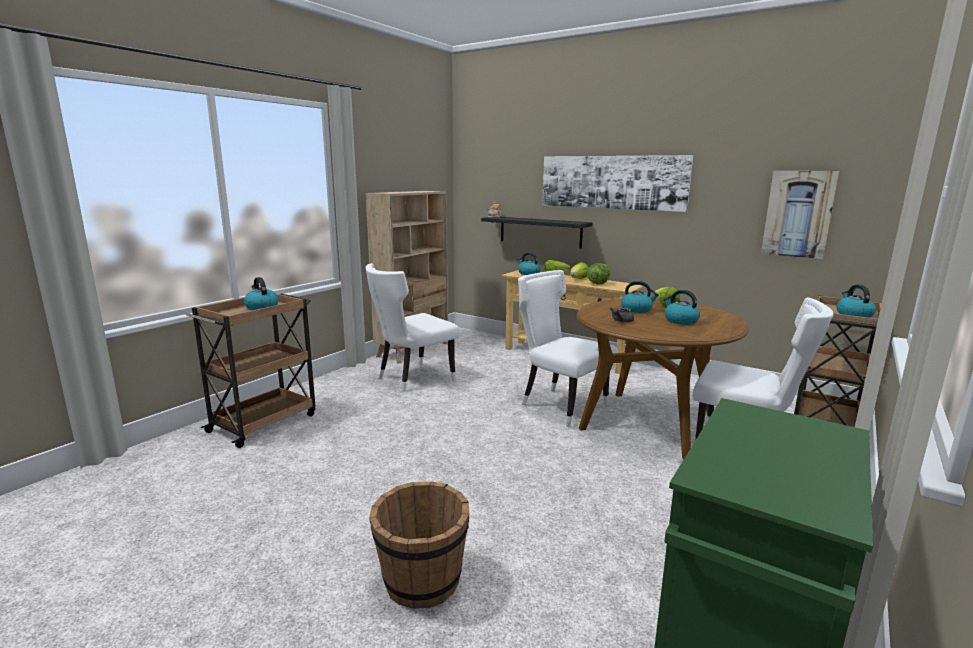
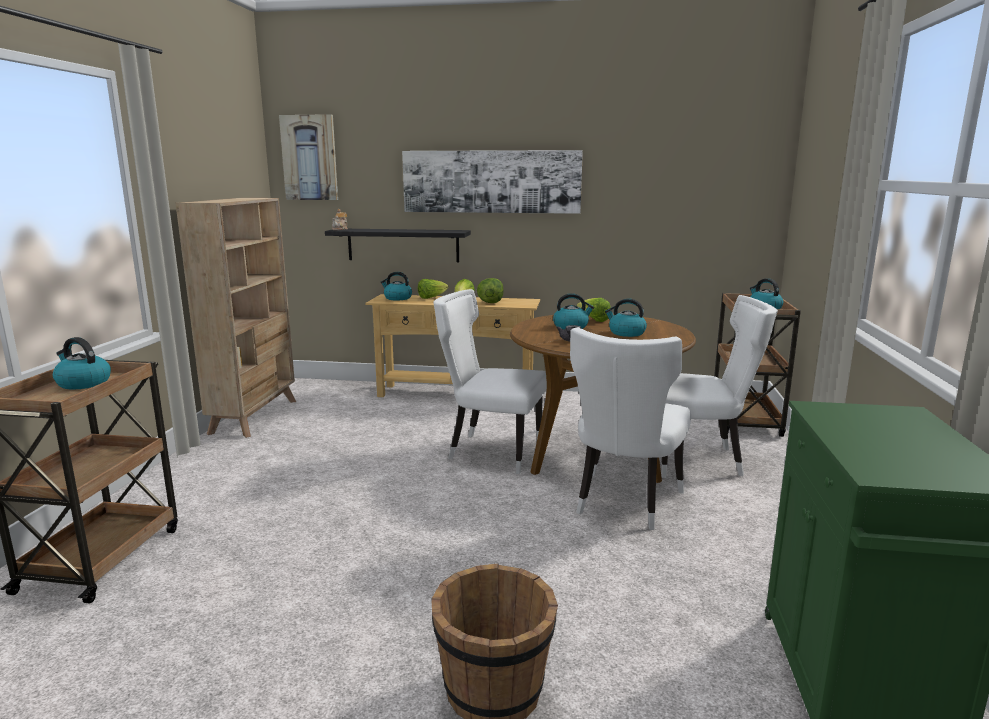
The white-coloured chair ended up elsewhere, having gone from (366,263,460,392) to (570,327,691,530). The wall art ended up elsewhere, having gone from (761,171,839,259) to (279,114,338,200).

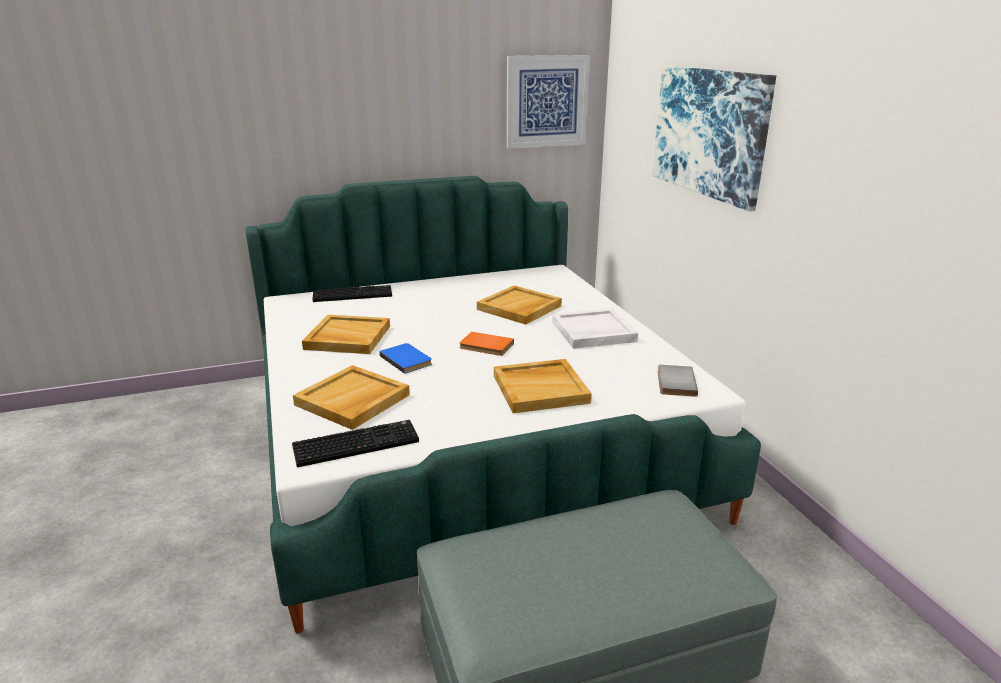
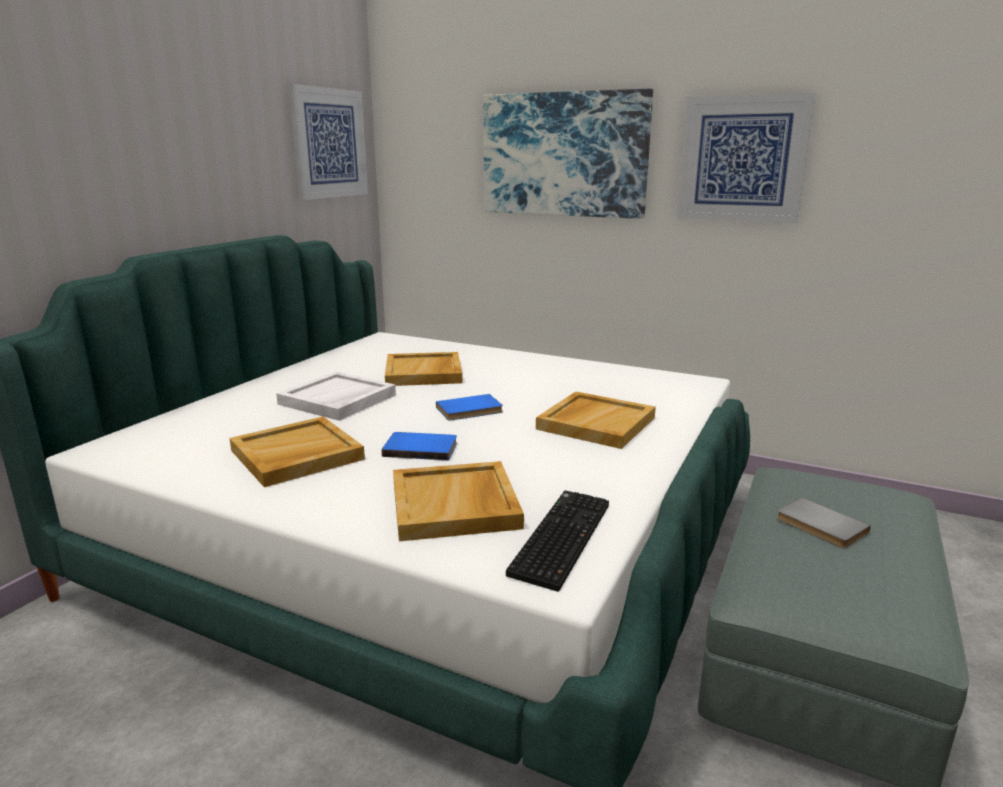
The second view lost the keyboard at (312,285,392,302). The second view gained the wall art at (677,93,816,223). The white-coloured tray ended up elsewhere, having gone from (552,309,638,349) to (276,372,396,421). The gray bound book ended up elsewhere, having gone from (658,365,698,397) to (777,498,871,548). What was the orangey bound book at (460,332,514,356) turned into the blue-coloured bound book at (436,394,503,421).

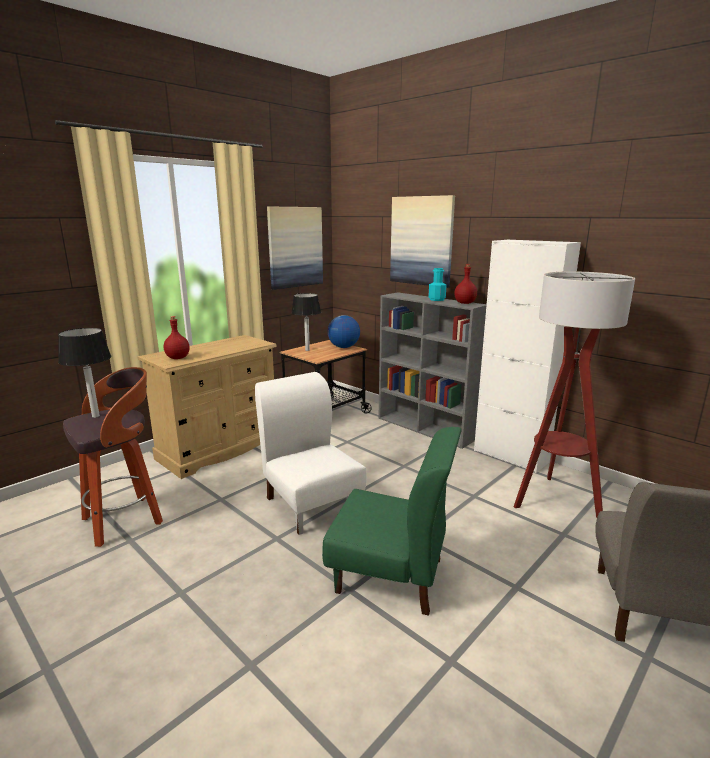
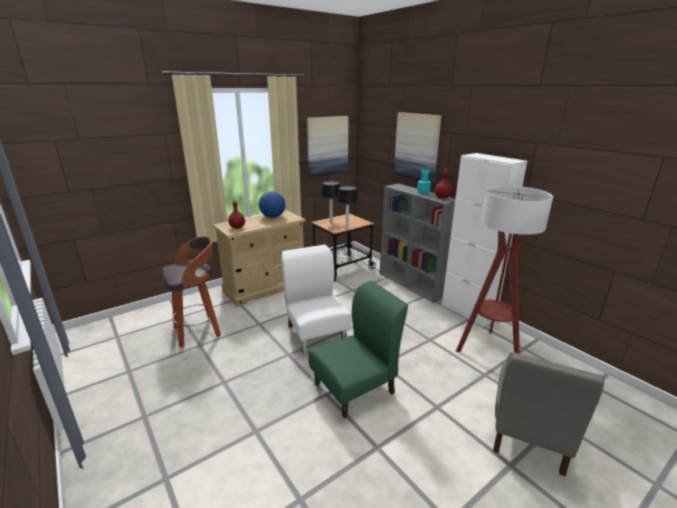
The table lamp ended up elsewhere, having gone from (58,328,111,418) to (337,186,359,229). The desk globe ended up elsewhere, having gone from (328,315,360,348) to (259,191,286,218). The green chair at (322,427,462,616) ended up facing another way, 60 degrees counterclockwise from before.

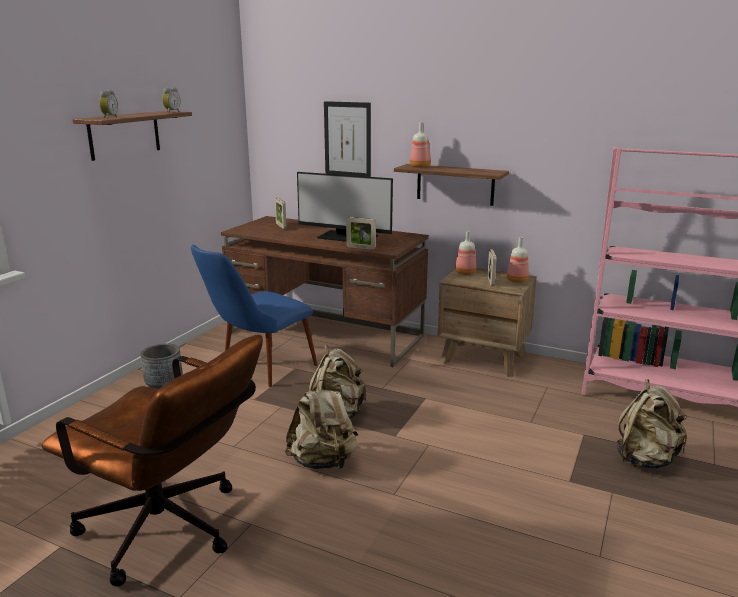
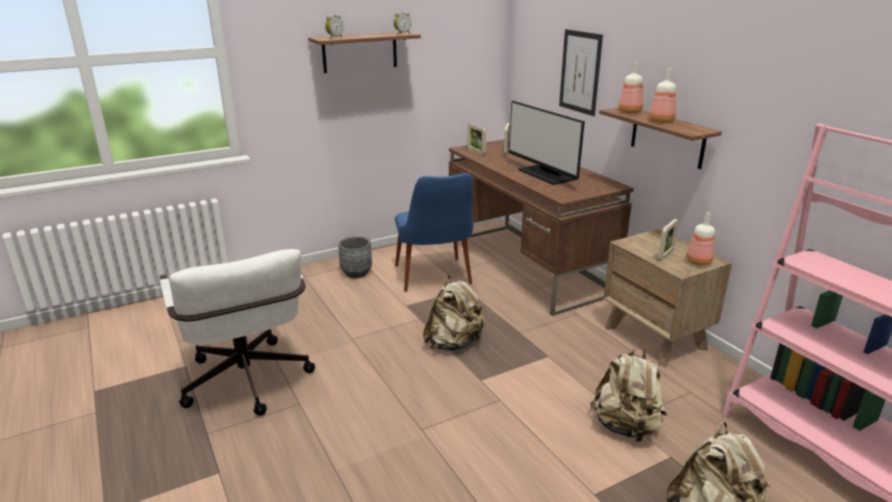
The beige-coloured backpack ended up elsewhere, having gone from (285,379,358,470) to (590,346,667,442). The standing frame ended up elsewhere, having gone from (346,217,376,250) to (467,124,486,155). The beverage bottle ended up elsewhere, having gone from (455,231,477,275) to (649,68,676,123). What was the brown computer chair at (42,335,263,587) turned into the white-coloured computer chair at (160,249,315,416). The blue-coloured chair at (191,245,318,387) ended up facing another way, 90 degrees counterclockwise from before.

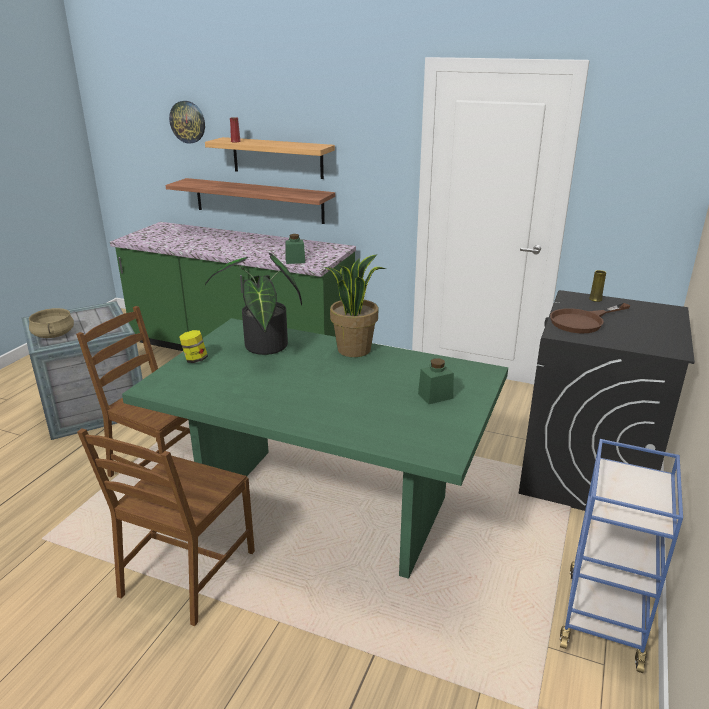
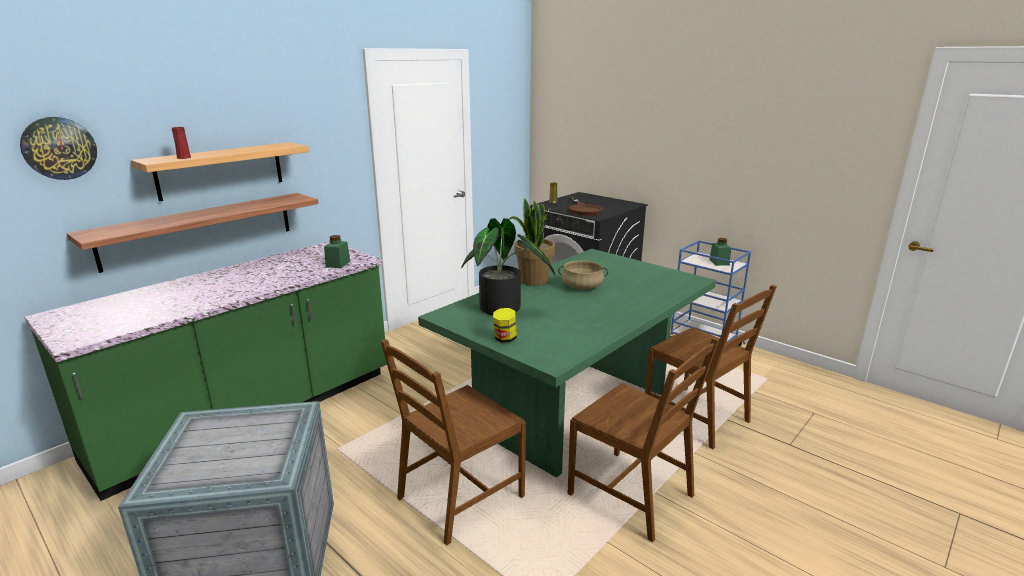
The second view gained the brown chair at (645,285,777,449). The beige-coloured cooking pot ended up elsewhere, having gone from (29,308,74,338) to (558,260,608,290). The green preserve jar ended up elsewhere, having gone from (418,358,454,404) to (709,238,731,266).

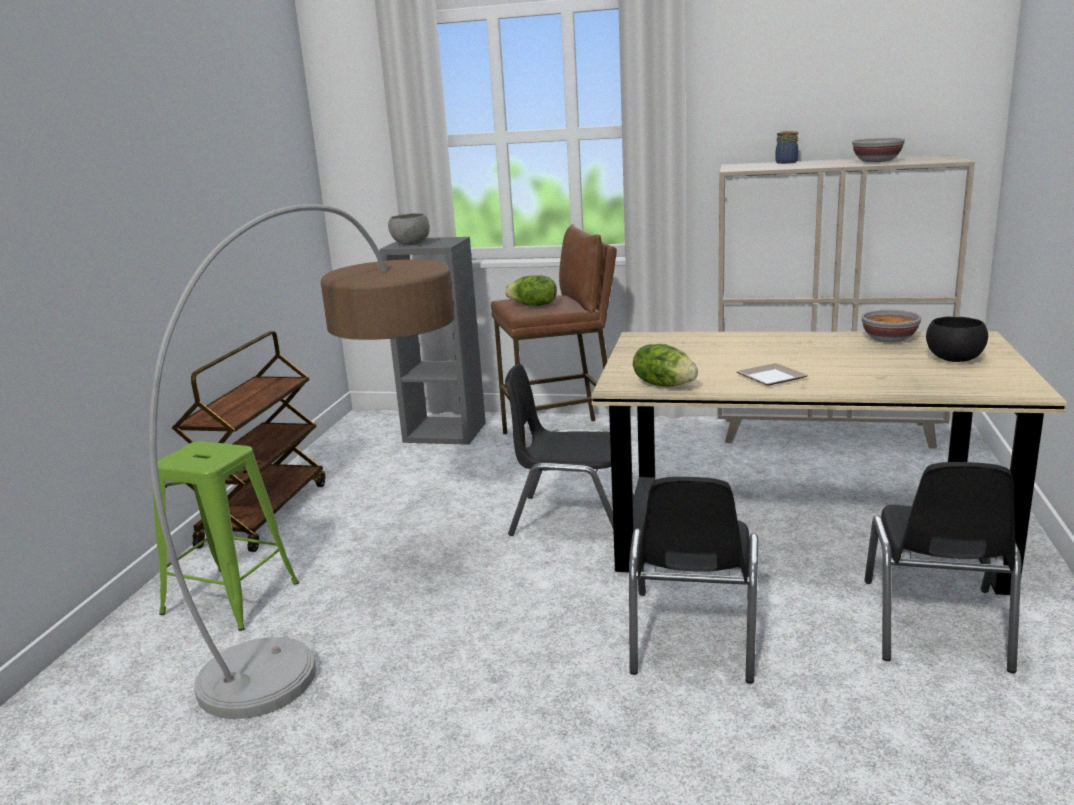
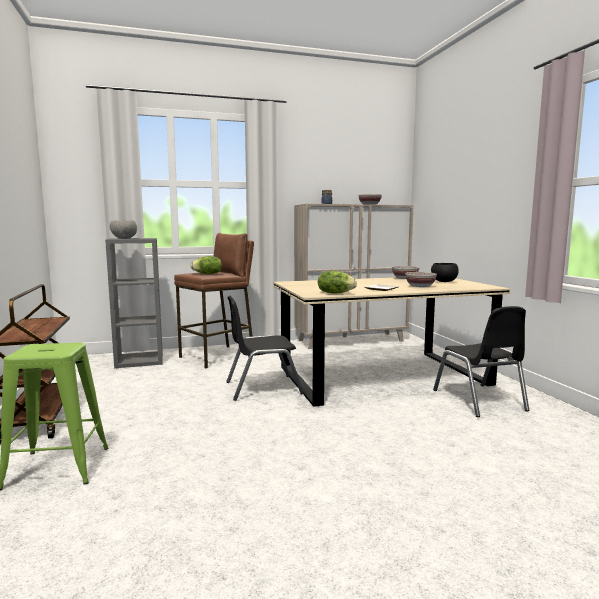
The second view lost the floor lamp at (149,204,454,719). The second view lost the black-coloured chair at (629,477,758,683). The second view gained the bowl at (405,272,437,287).

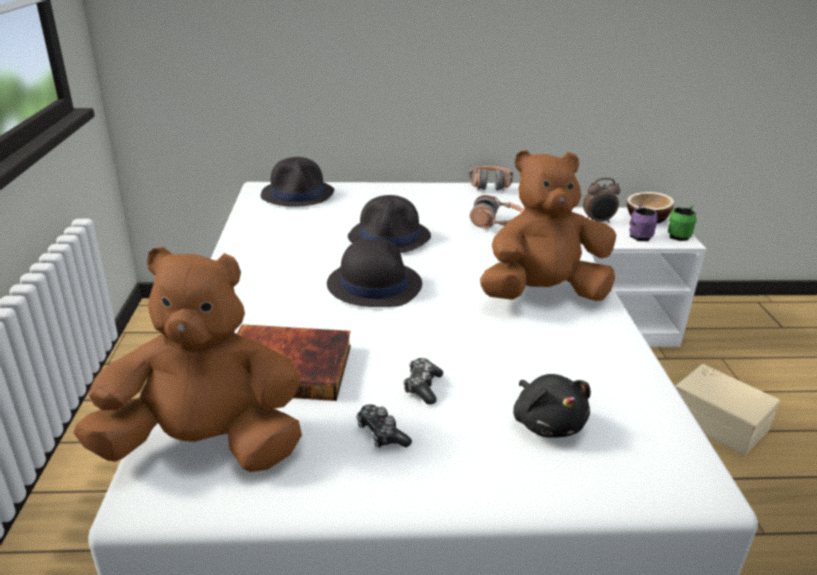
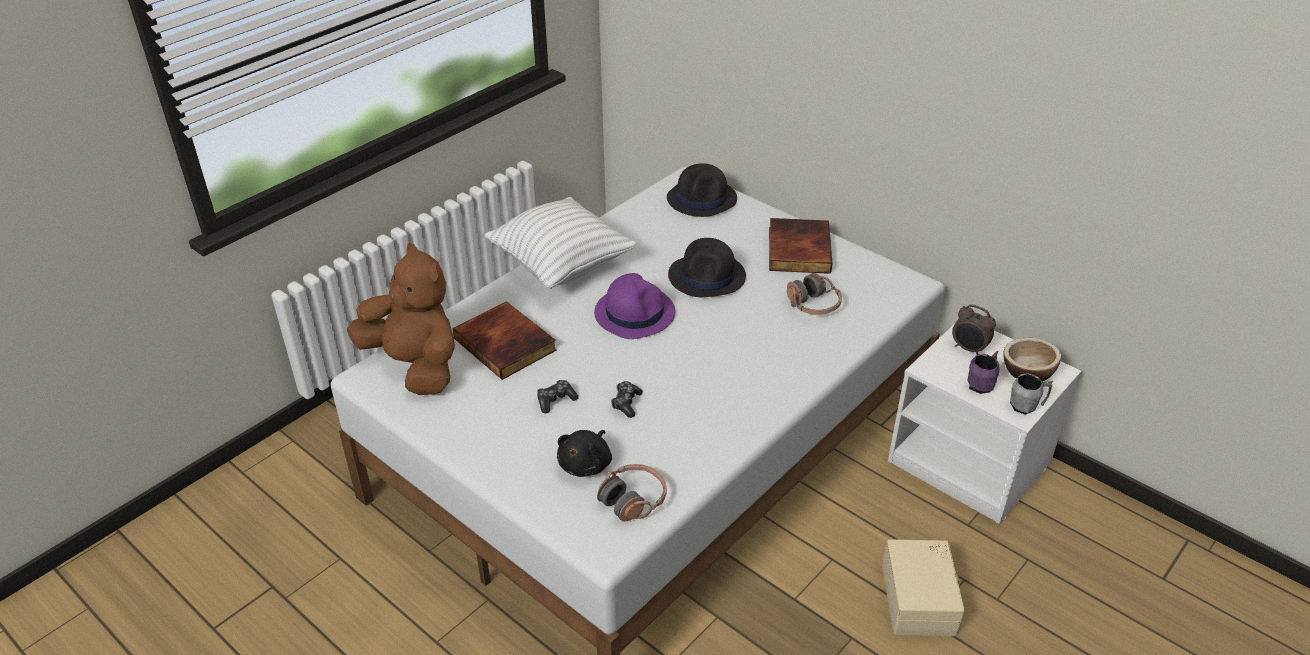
The second view lost the brown plush toy at (480,150,616,301). The second view gained the white-coloured throw pillow at (484,197,637,289). The second view gained the bound book at (769,218,833,274). The joypad ended up elsewhere, having gone from (356,404,412,448) to (611,381,643,418). The headphones ended up elsewhere, having gone from (469,166,513,191) to (597,464,667,521). What was the black-coloured clothing hat at (327,239,422,307) turned into the purple-coloured clothing hat at (594,273,675,339). What was the green coffee mug at (668,206,696,241) turned into the gray coffee mug at (1010,373,1054,415).

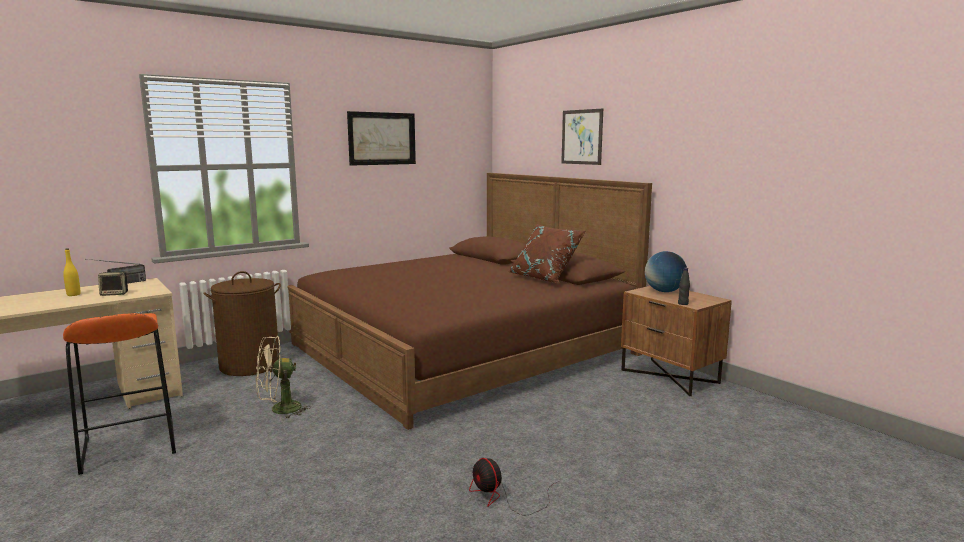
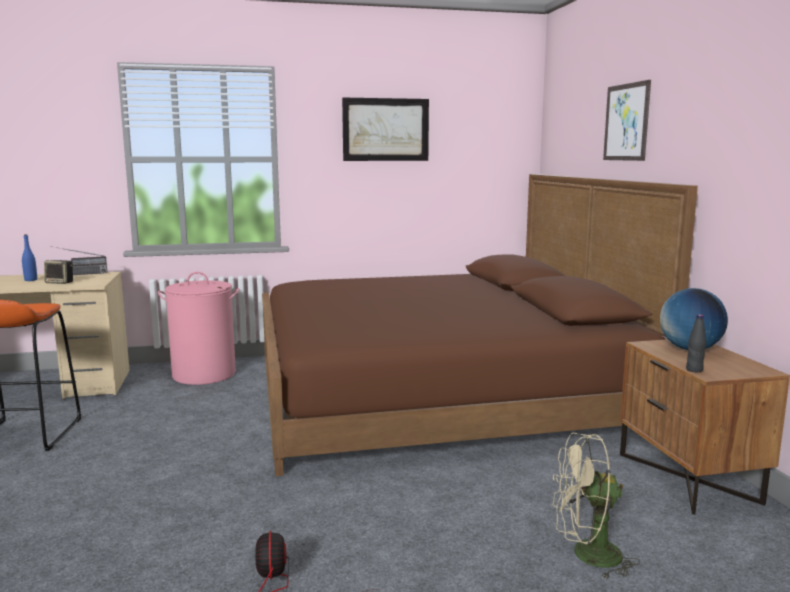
The second view lost the brown throw pillow at (508,224,586,284). The beige-coloured cooling fan ended up elsewhere, having gone from (256,336,311,419) to (552,433,640,580). What was the yellowish beverage bottle at (63,248,81,296) turned into the blue-coloured beverage bottle at (22,234,37,281). What was the brown washing basket at (203,271,281,376) turned into the pinkish washing basket at (158,272,240,385).

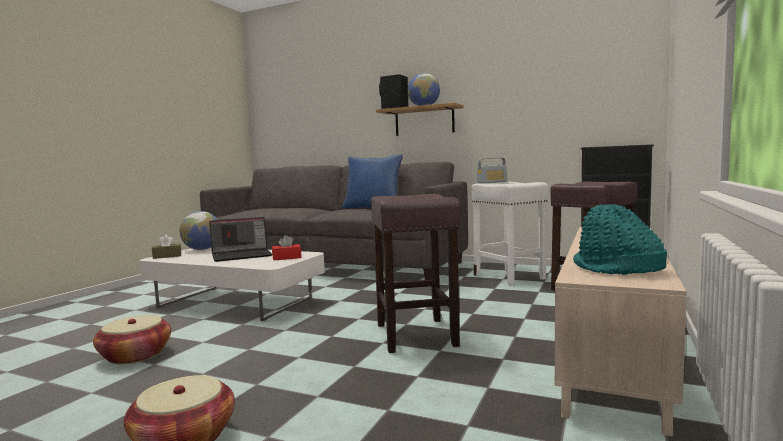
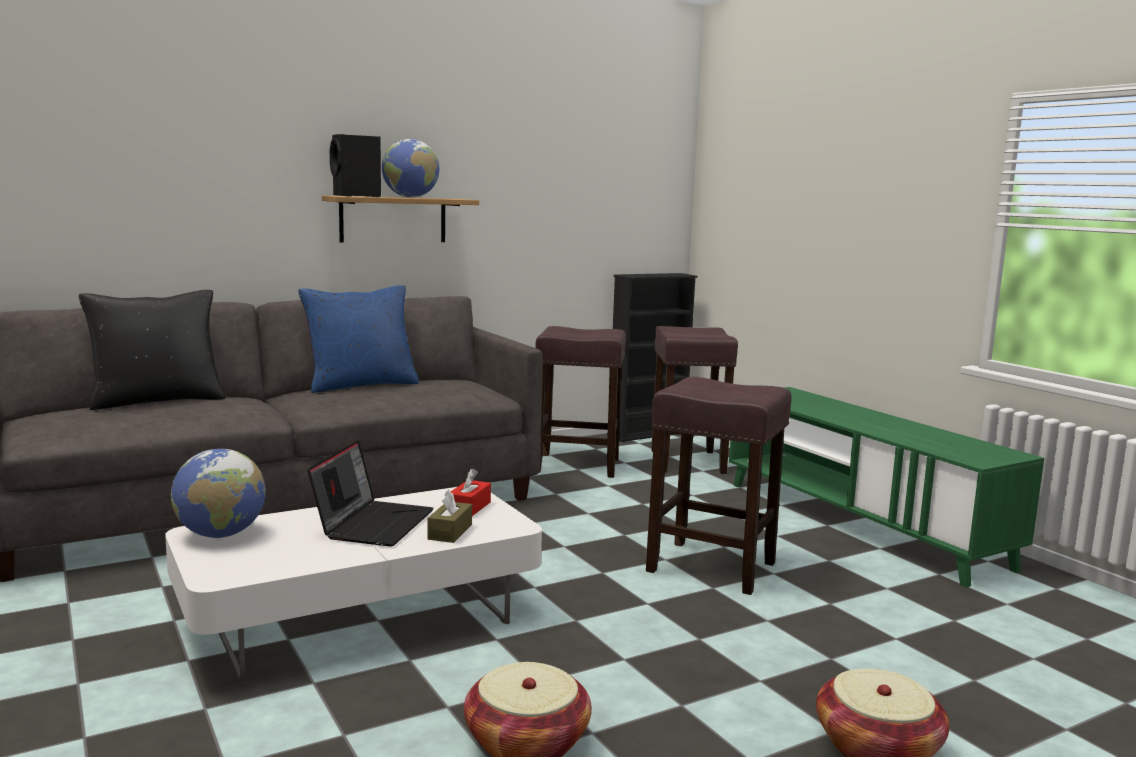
The second view lost the radio set at (477,158,507,183). The second view lost the turquoise-coloured clothing hat at (573,204,667,275). The second view gained the black-coloured throw pillow at (79,290,226,410). The brown box of tissues ended up elsewhere, having gone from (152,235,181,259) to (428,489,472,543). What was the white-coloured stool seat at (471,182,548,286) turned into the brown stool seat at (535,326,626,478). What was the beige-coloured tv stand at (555,227,687,437) turned into the green tv stand at (729,387,1044,588).

